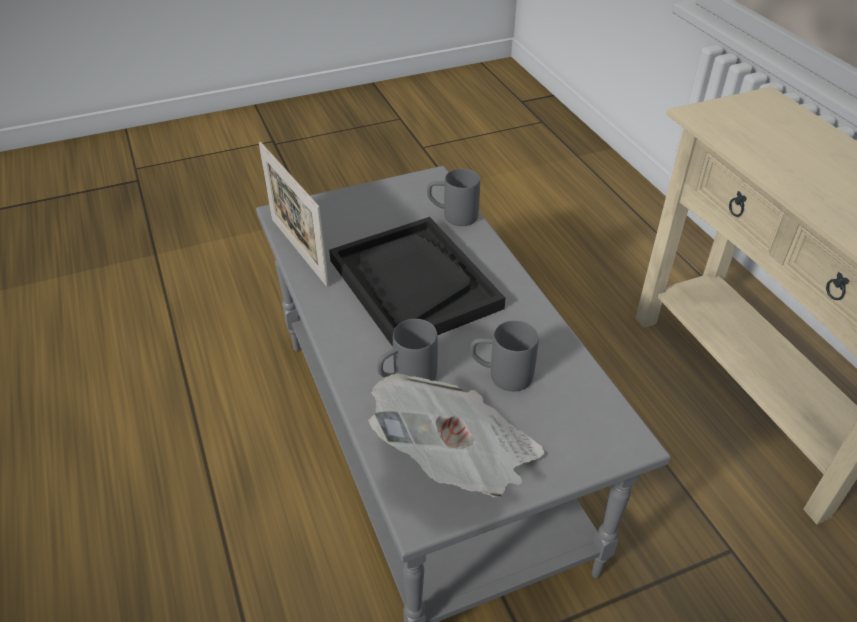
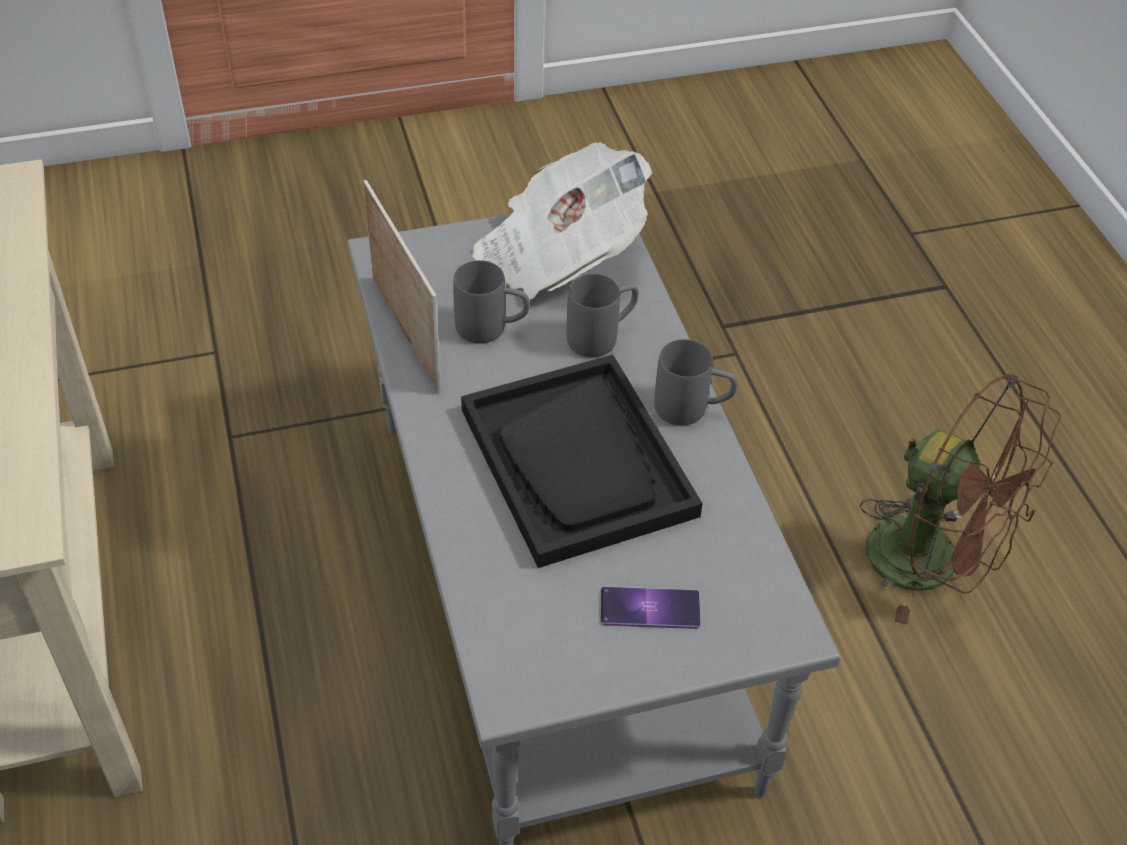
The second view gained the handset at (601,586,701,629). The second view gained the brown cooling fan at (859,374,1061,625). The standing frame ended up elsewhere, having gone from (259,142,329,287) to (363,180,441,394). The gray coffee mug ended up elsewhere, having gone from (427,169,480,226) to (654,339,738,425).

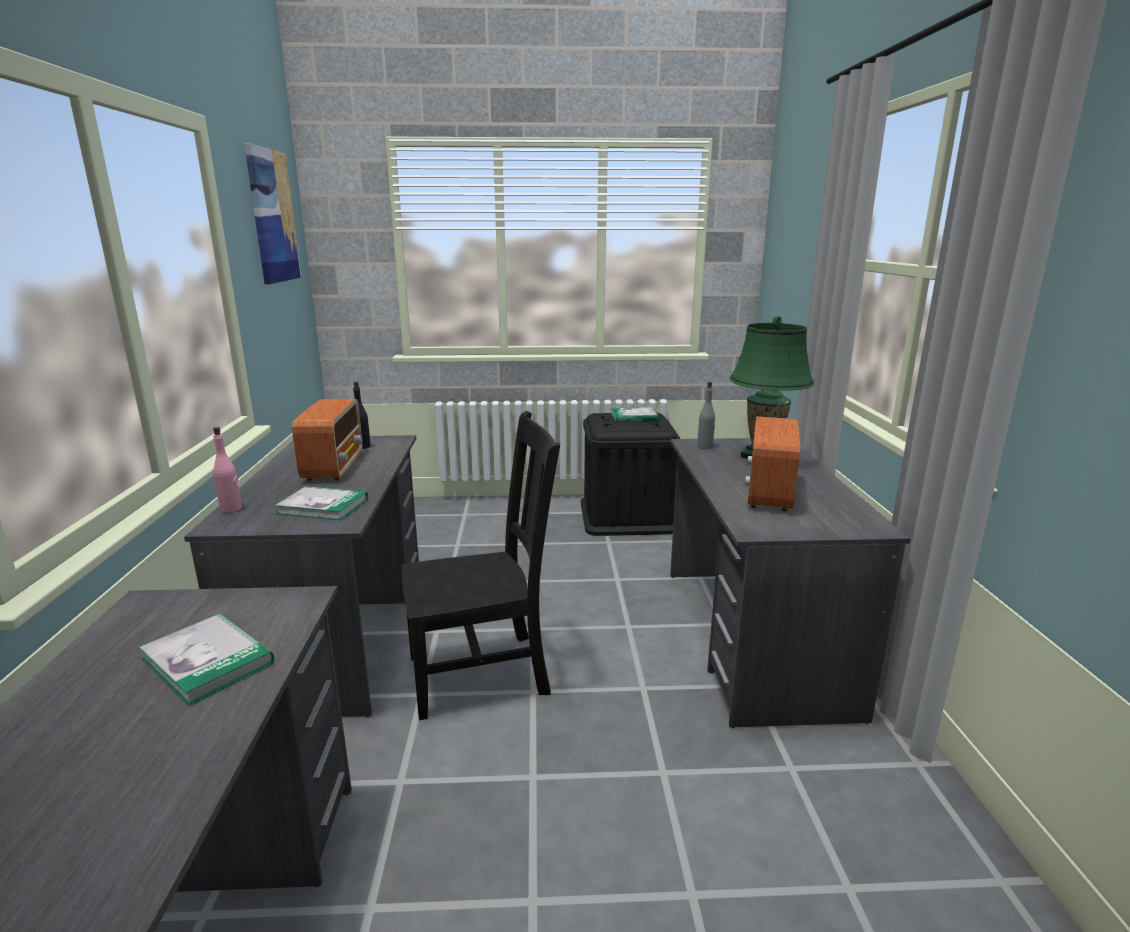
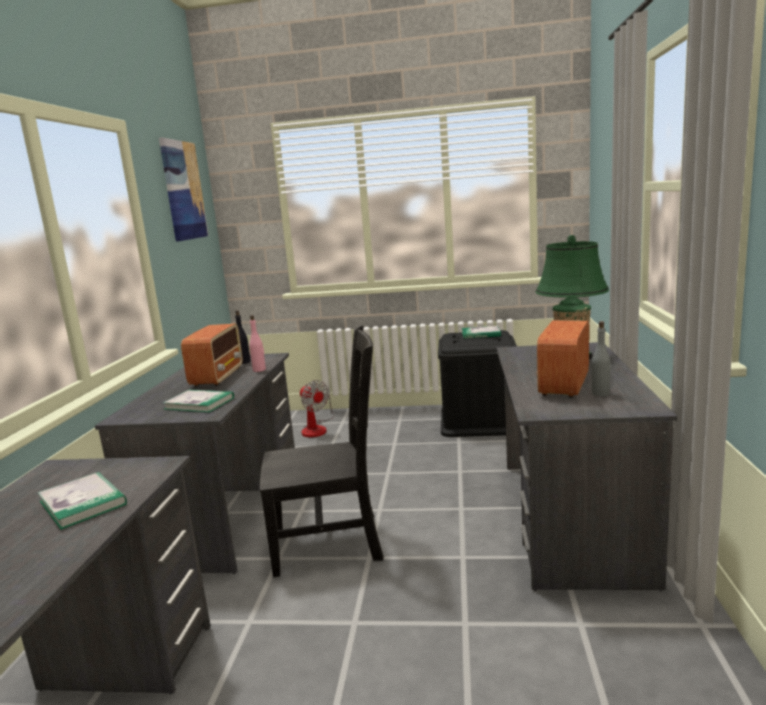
The second view gained the cooling fan at (300,380,334,437). The pinkish beverage bottle ended up elsewhere, having gone from (213,427,242,513) to (249,315,266,372). The gray beverage bottle ended up elsewhere, having gone from (697,381,716,449) to (592,321,611,396).

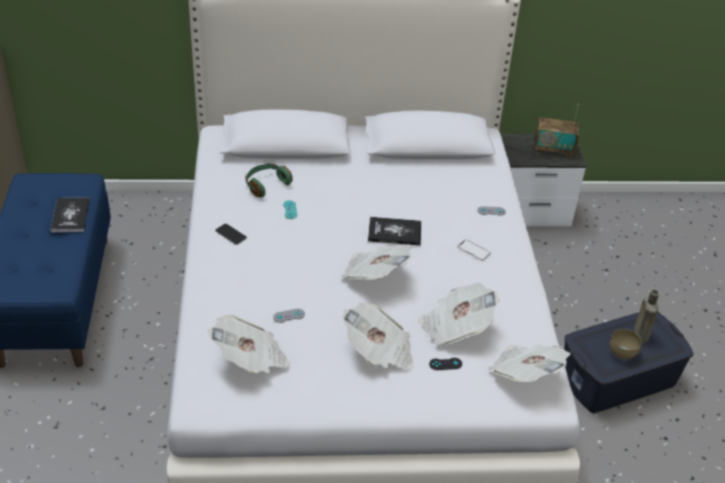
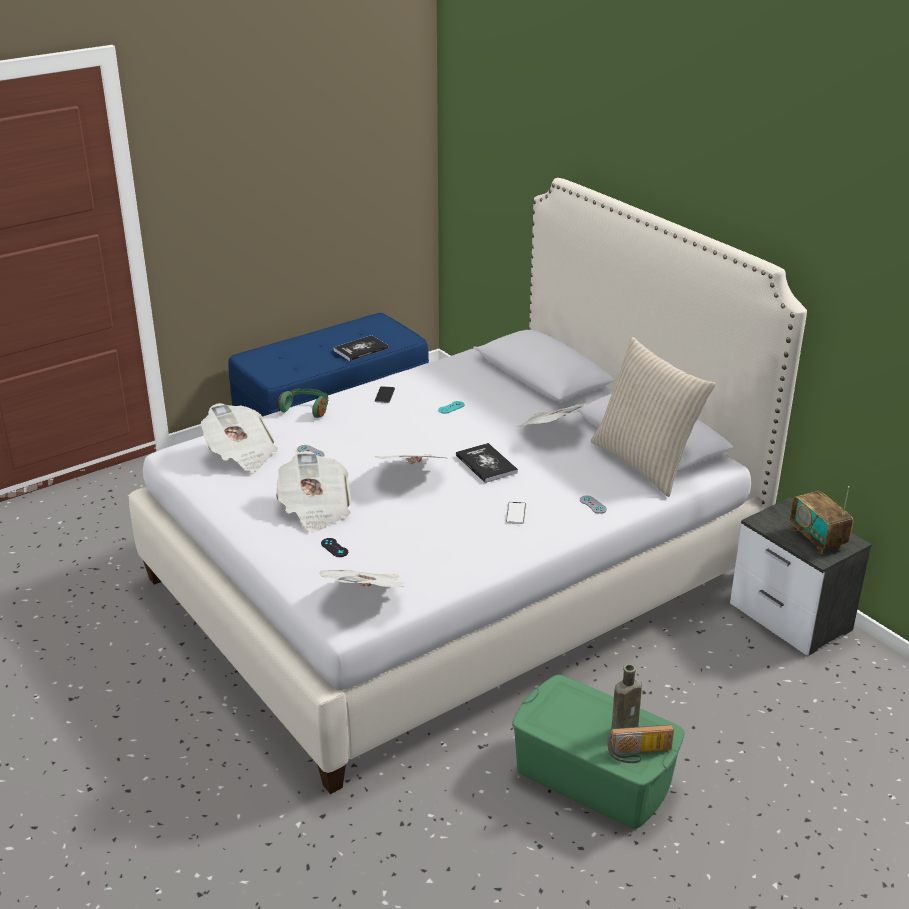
The second view lost the brown bowl at (610,329,642,359). The second view gained the beige-coloured throw pillow at (591,337,715,497). The second view gained the radio set at (607,725,674,763). The green headphones ended up elsewhere, having gone from (245,163,293,197) to (278,389,328,418). The daily paper ended up elsewhere, having gone from (418,283,500,346) to (517,402,588,427). What was the blue-coloured storage bin at (564,312,693,413) turned into the green storage bin at (512,675,684,829).

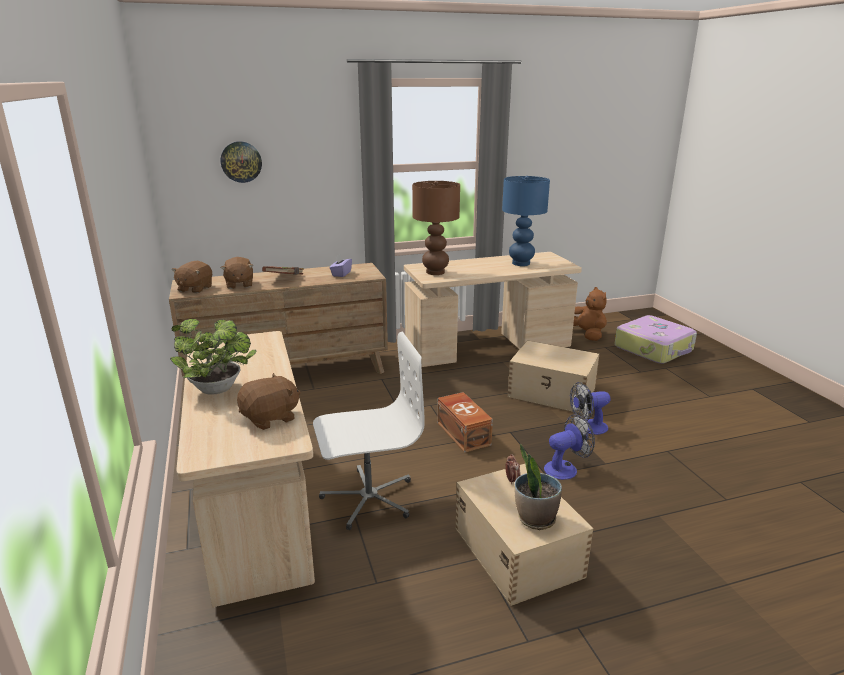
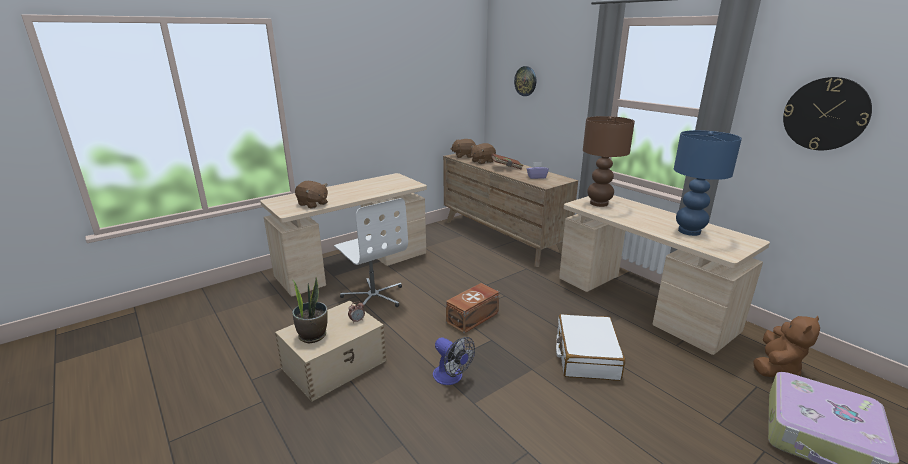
The second view lost the potted plant at (170,319,256,395). The second view lost the cooling fan at (570,382,610,435). The second view gained the hanging clock at (783,77,872,150). Where the beige-coloured storage bin stood at (508,340,599,414), the white-coloured piece of luggage came to stand at (556,314,625,381).

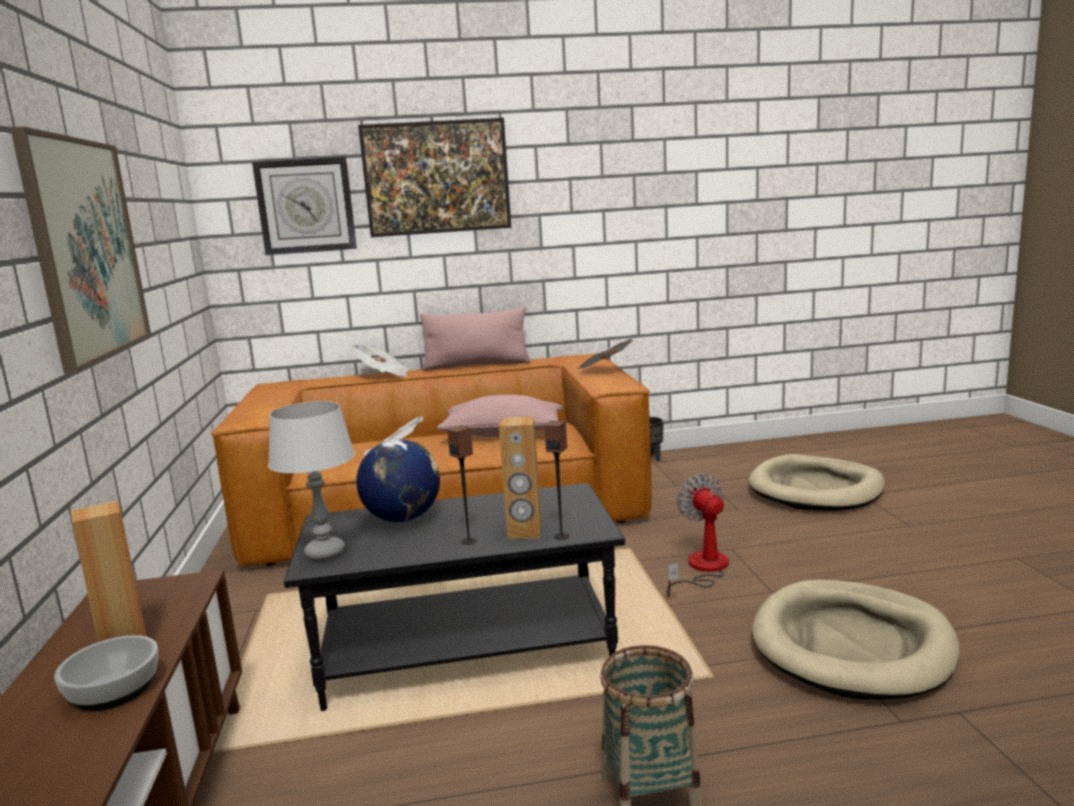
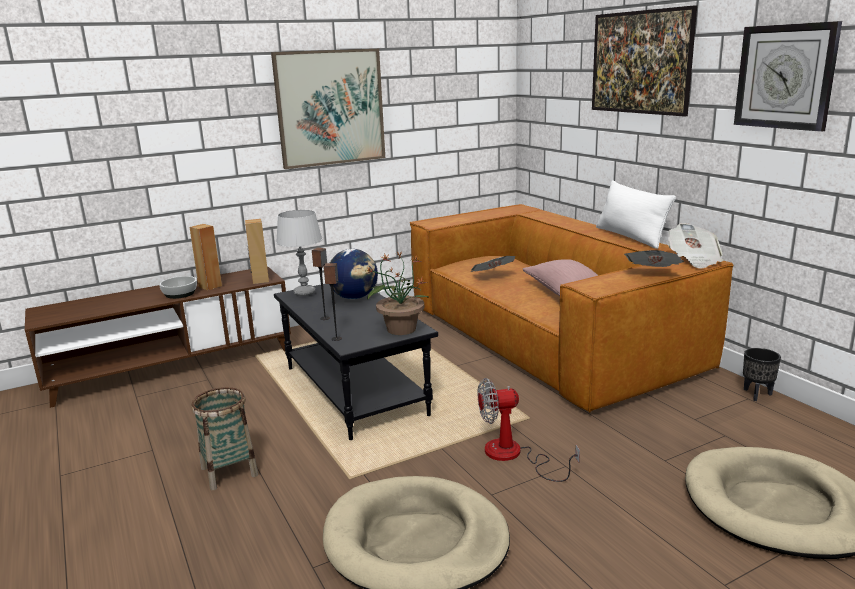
The second view gained the potted plant at (366,252,429,335). The hanging clock ended up elsewhere, having gone from (252,157,357,255) to (734,21,842,132). The daily paper ended up elsewhere, having gone from (353,345,409,377) to (668,223,723,269). The brown audio speaker ended up elsewhere, having gone from (499,416,542,539) to (245,219,269,284). What was the pinkish throw pillow at (420,307,530,371) turned into the white-coloured throw pillow at (596,180,676,249). The cooling fan at (666,473,729,597) ended up facing another way, 150 degrees counterclockwise from before.

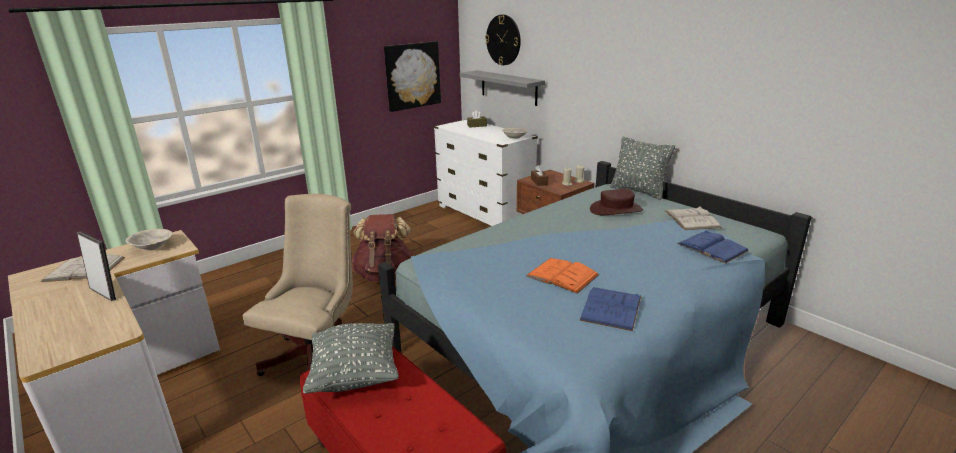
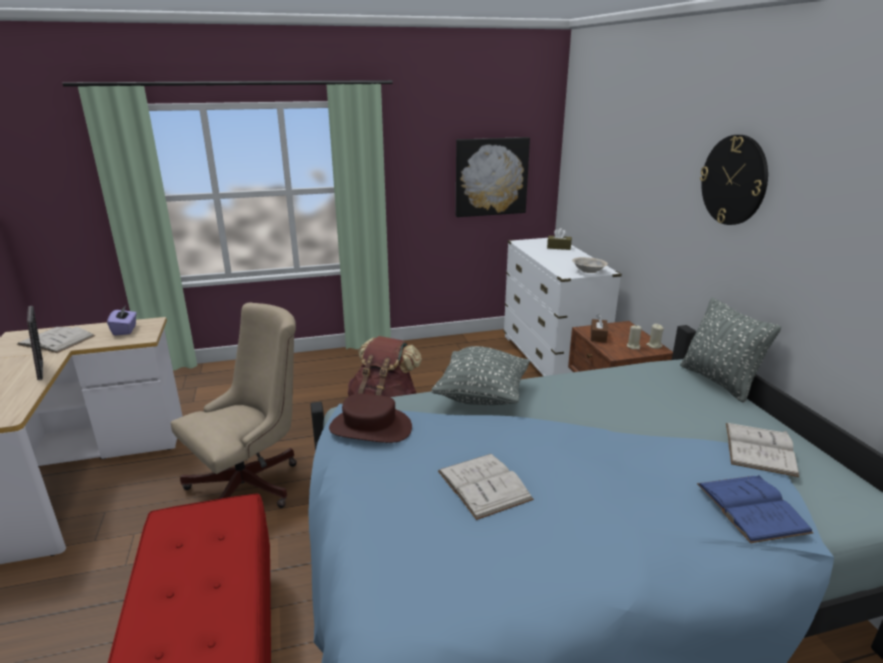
The second view lost the gray wall shelf at (459,70,545,106). The second view lost the blue-coloured bound book at (579,287,641,331). The gray throw pillow ended up elsewhere, having gone from (303,323,399,394) to (431,346,530,405). The hanging clock ended up elsewhere, having gone from (485,15,521,65) to (700,135,768,225). The brown clothing hat ended up elsewhere, having gone from (590,189,643,215) to (329,394,412,443). Where the beige-coloured bowl stood at (126,229,172,250), the purple-coloured box of tissues came to stand at (107,305,137,336). What was the orangey bound book at (526,258,599,294) turned into the white-coloured bound book at (438,454,534,520).

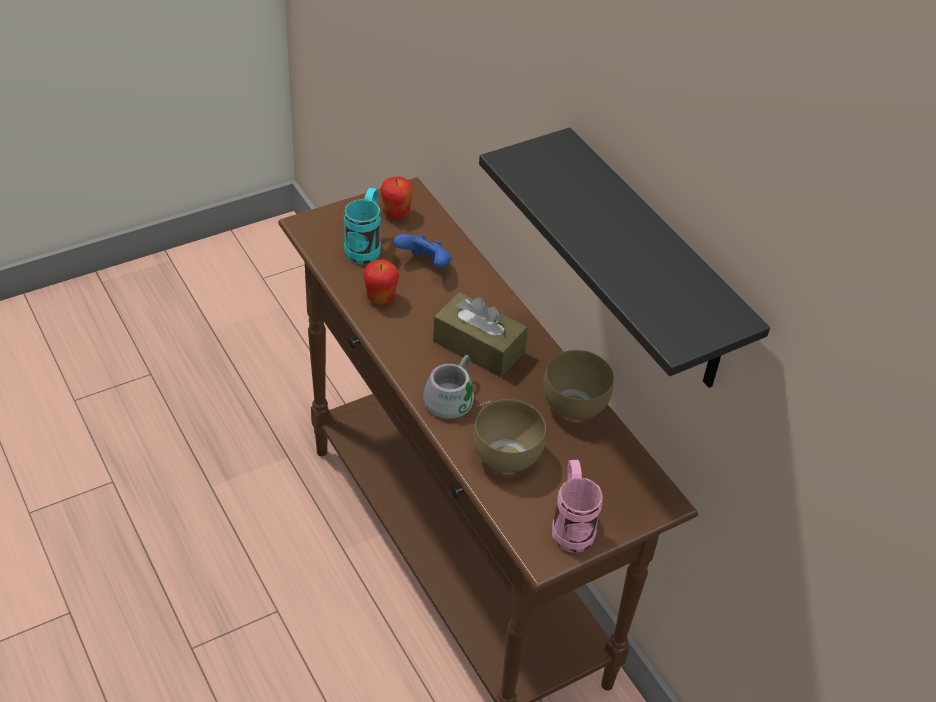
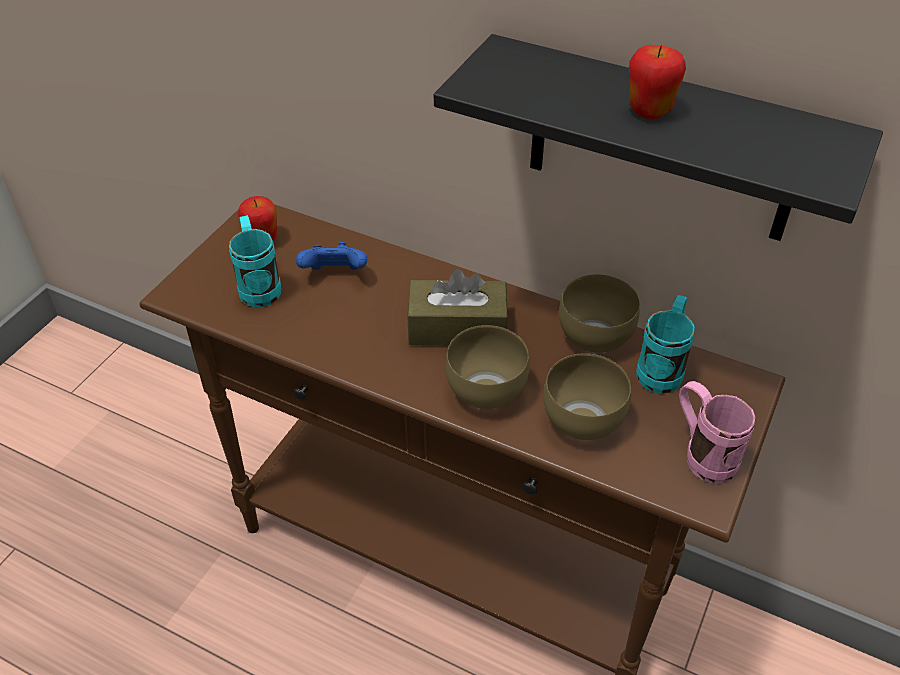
The second view gained the turquoise-coloured coffee mug at (636,295,695,394). The apple ended up elsewhere, having gone from (364,259,399,306) to (629,45,686,120). Where the gray coffee mug stood at (423,355,490,419), the brown bowl came to stand at (445,325,529,409).

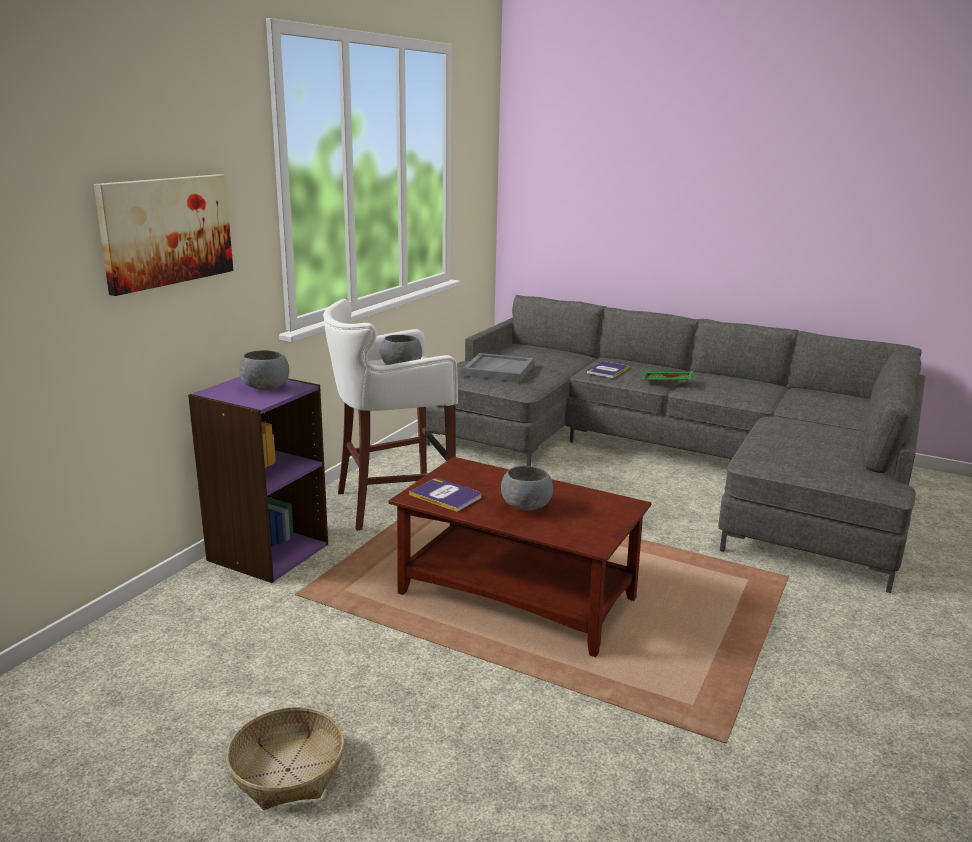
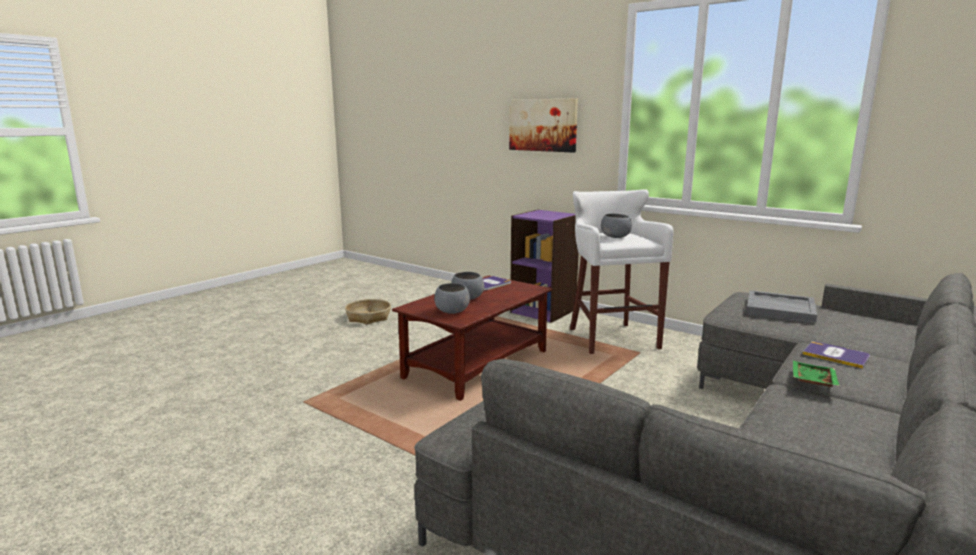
The gray bowl ended up elsewhere, having gone from (239,350,289,390) to (434,283,470,314).

